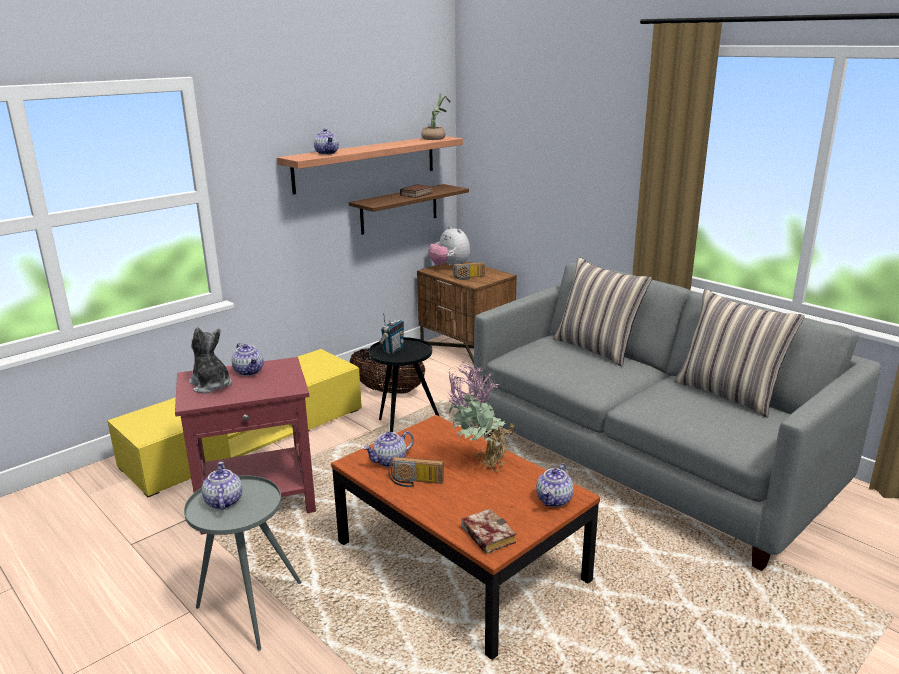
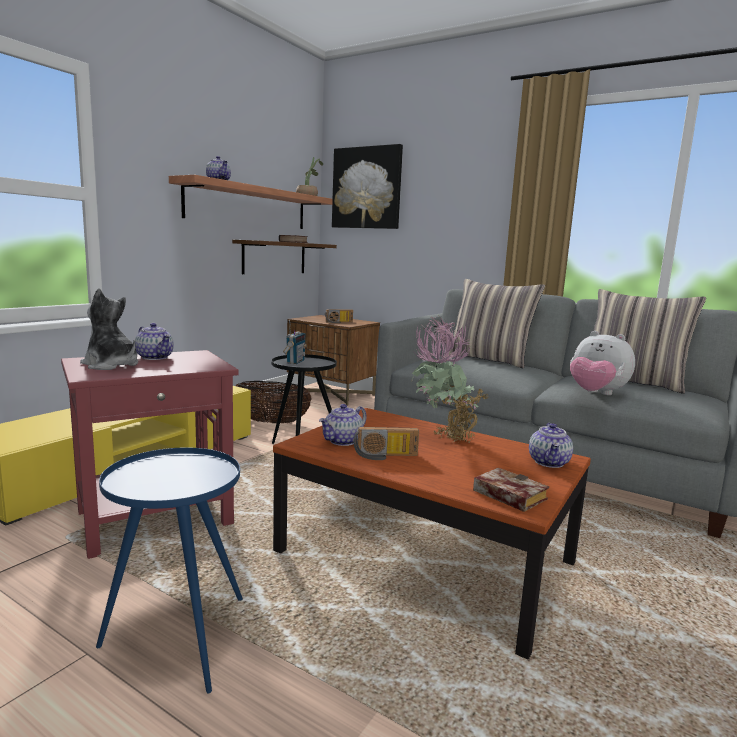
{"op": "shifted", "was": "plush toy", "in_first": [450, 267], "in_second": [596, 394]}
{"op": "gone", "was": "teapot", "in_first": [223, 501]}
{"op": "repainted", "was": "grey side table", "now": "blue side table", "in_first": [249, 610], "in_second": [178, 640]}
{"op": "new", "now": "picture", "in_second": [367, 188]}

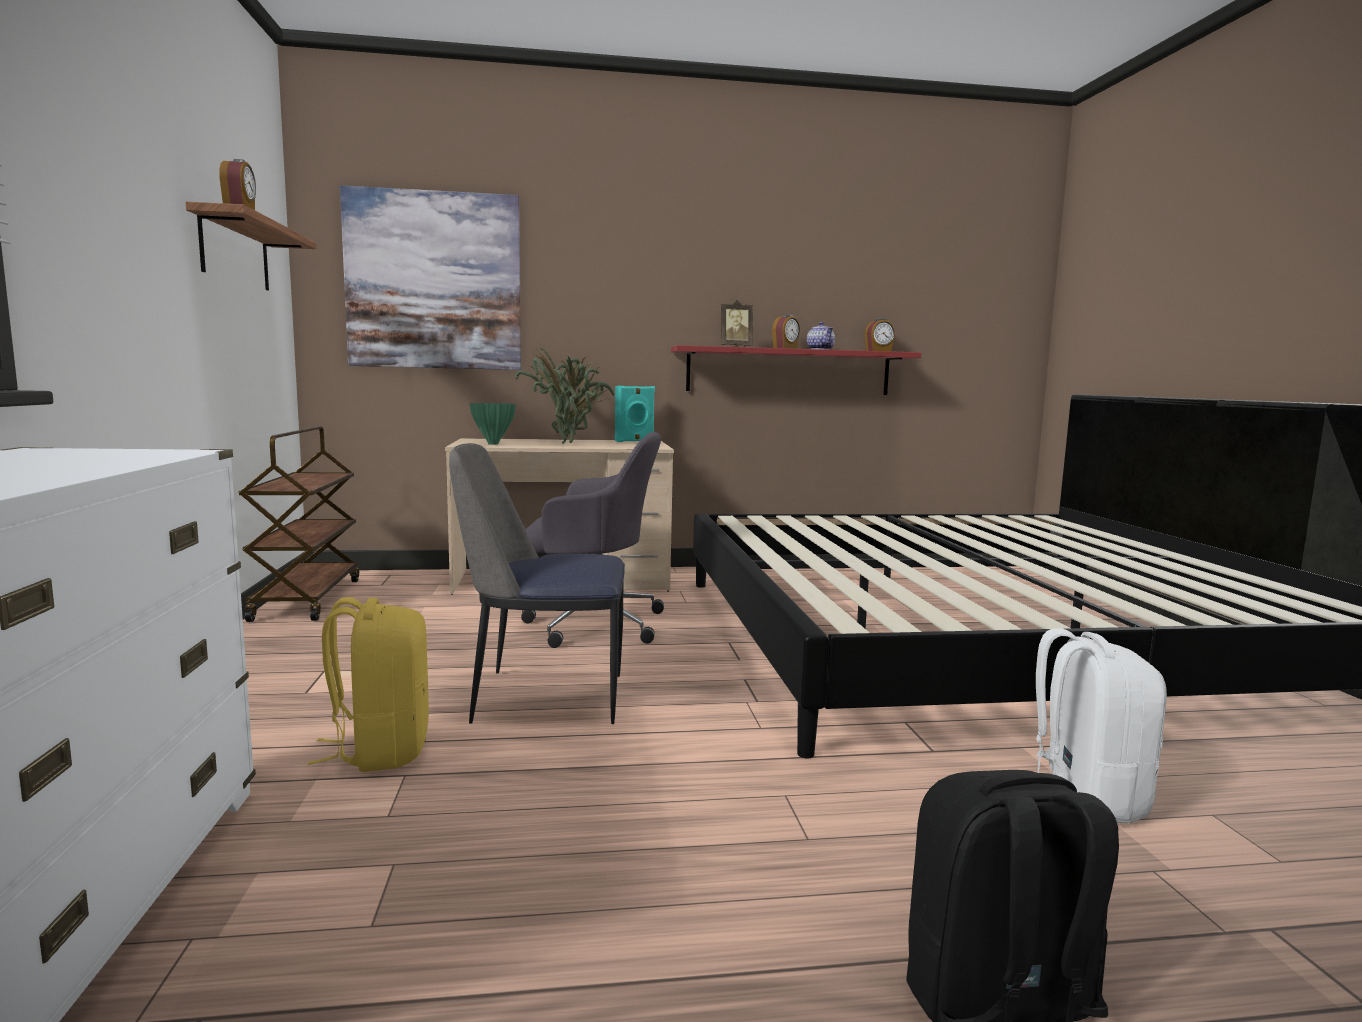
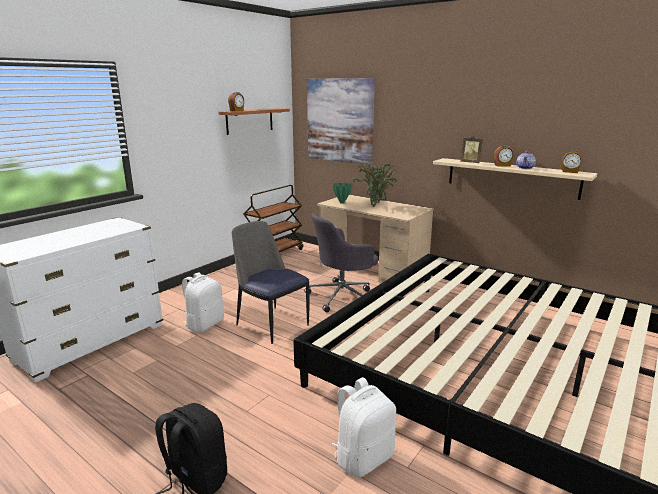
{"op": "repainted", "was": "red shelf", "now": "beige shelf", "in_first": [789, 371], "in_second": [511, 178]}
{"op": "gone", "was": "turquoise speaker", "in_first": [635, 441]}
{"op": "rotated", "was": "grey office chair", "in_first": [590, 623], "in_second": [342, 296], "clockwise": 105}
{"op": "repainted", "was": "yellow backpack", "now": "white backpack", "in_first": [380, 750], "in_second": [204, 324]}

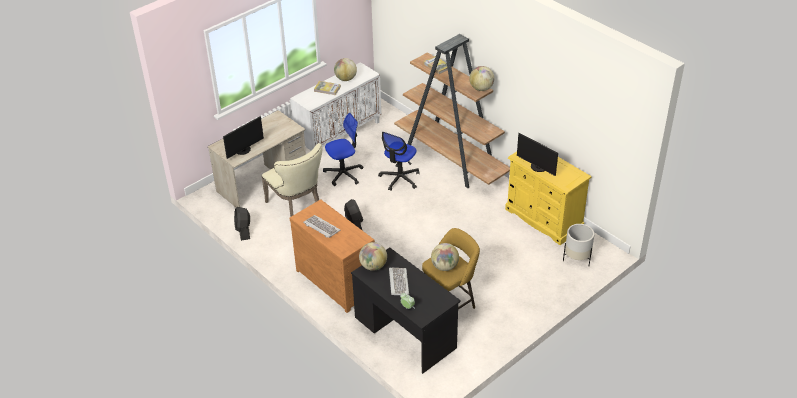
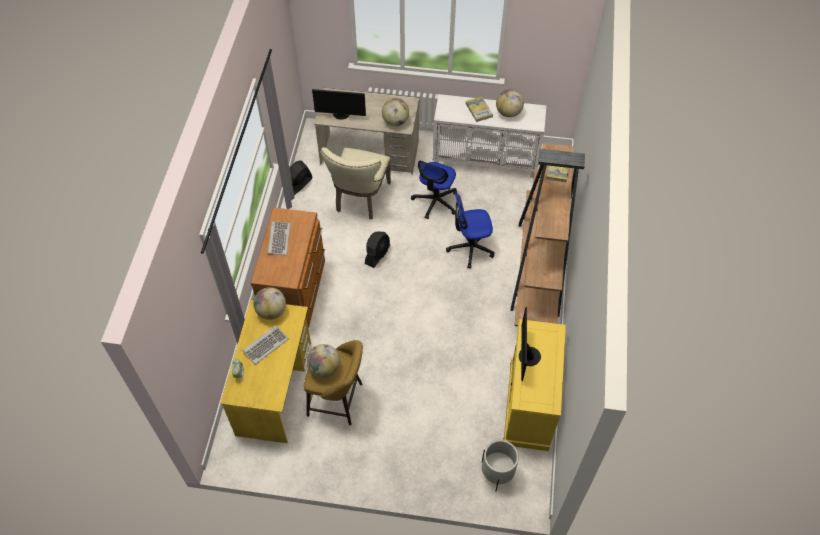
{"op": "shifted", "was": "globe", "in_first": [481, 88], "in_second": [395, 121]}
{"op": "rotated", "was": "office chair", "in_first": [343, 174], "in_second": [435, 201], "clockwise": 90}
{"op": "repainted", "was": "black desk", "now": "yellow desk", "in_first": [405, 332], "in_second": [274, 388]}

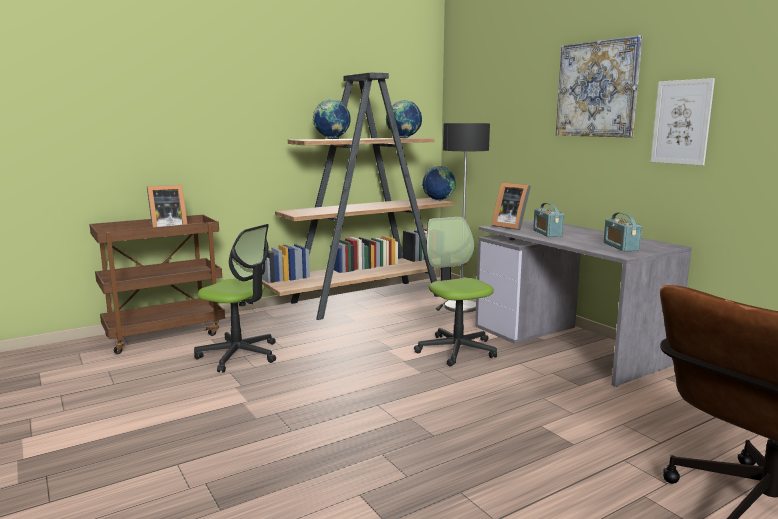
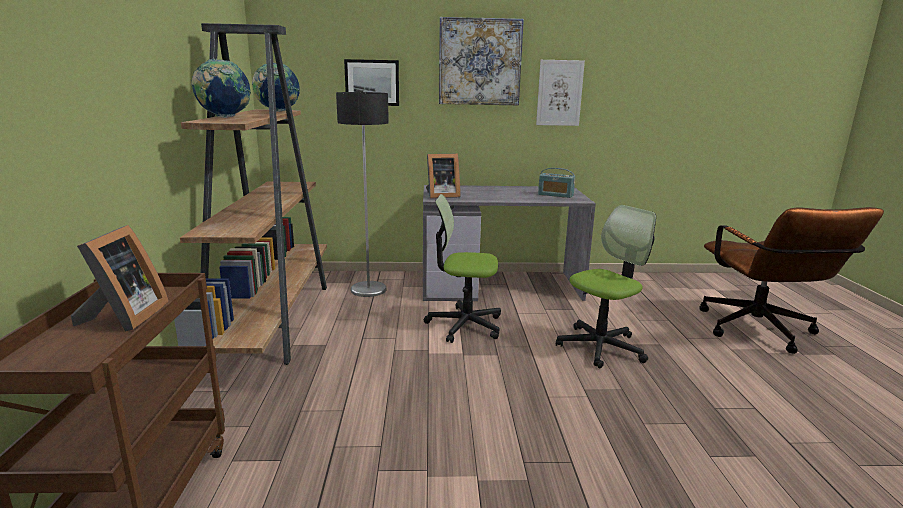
{"op": "gone", "was": "globe", "in_first": [439, 200]}
{"op": "gone", "was": "radio", "in_first": [547, 233]}
{"op": "shifted", "was": "office chair", "in_first": [239, 355], "in_second": [600, 347]}
{"op": "new", "now": "picture", "in_second": [372, 82]}

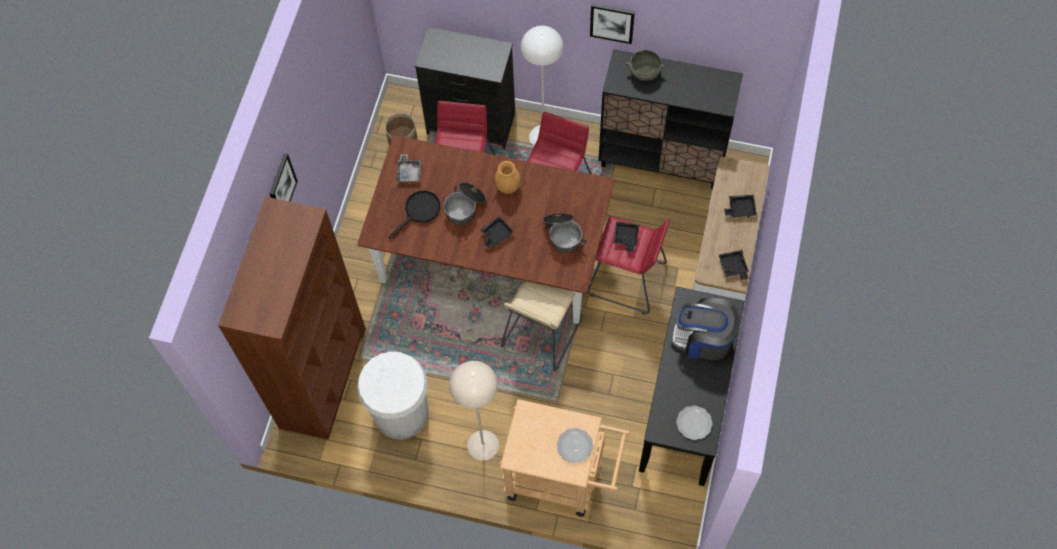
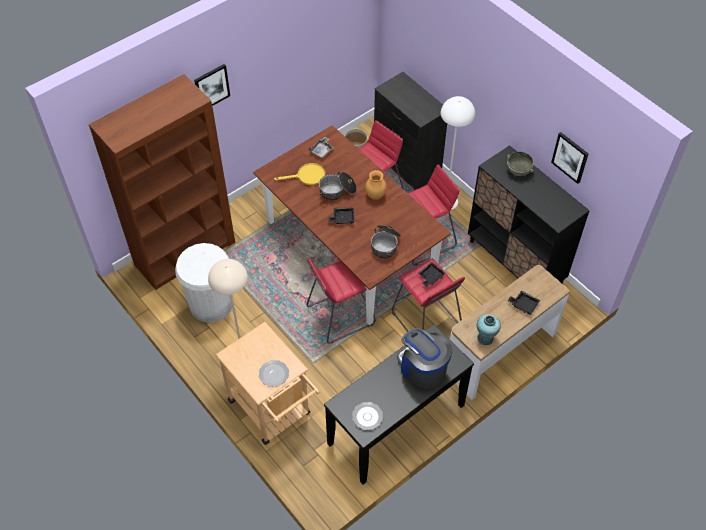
{"op": "shifted", "was": "picture", "in_first": [612, 22], "in_second": [570, 157]}
{"op": "repainted", "was": "black frying pan", "now": "yellow frying pan", "in_first": [419, 212], "in_second": [307, 176]}
{"op": "swapped", "was": "black tray", "now": "turquoise vase", "in_first": [733, 267], "in_second": [485, 338]}
{"op": "repainted", "was": "beige stool", "now": "red stool", "in_first": [541, 333], "in_second": [340, 315]}

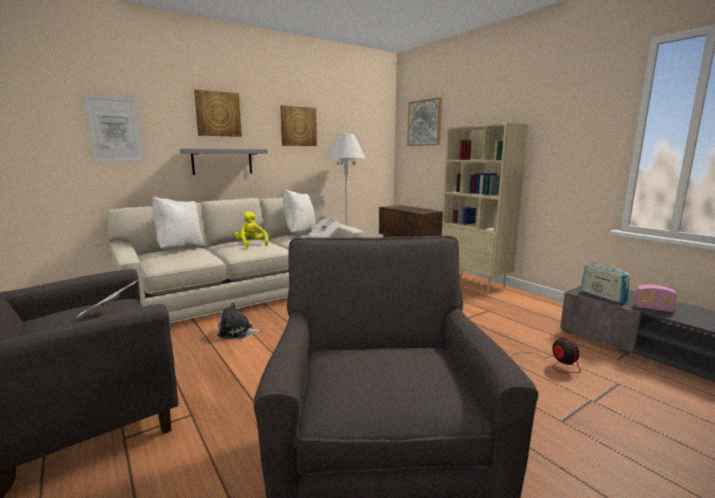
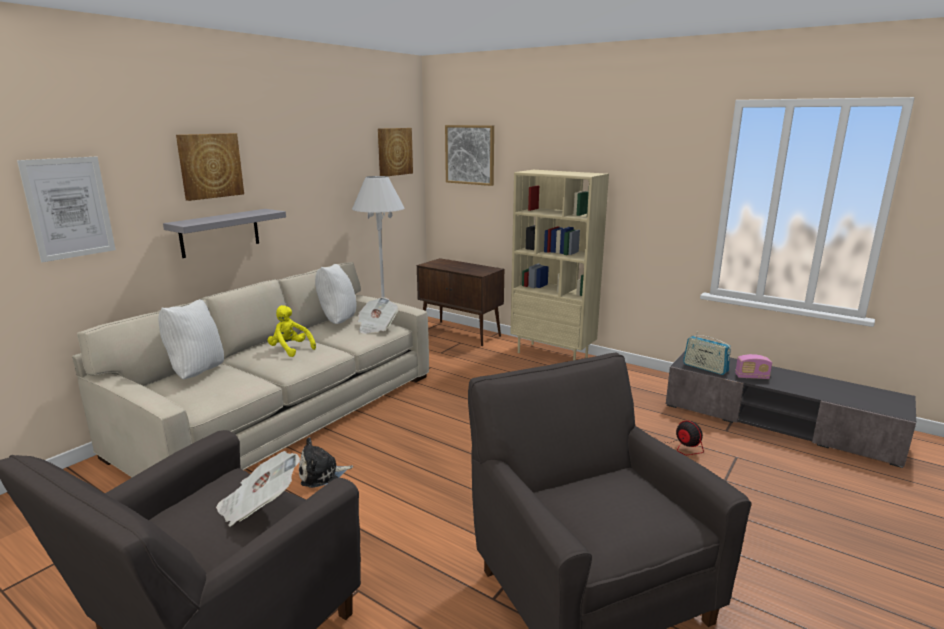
{"op": "shifted", "was": "picture", "in_first": [298, 126], "in_second": [394, 151]}

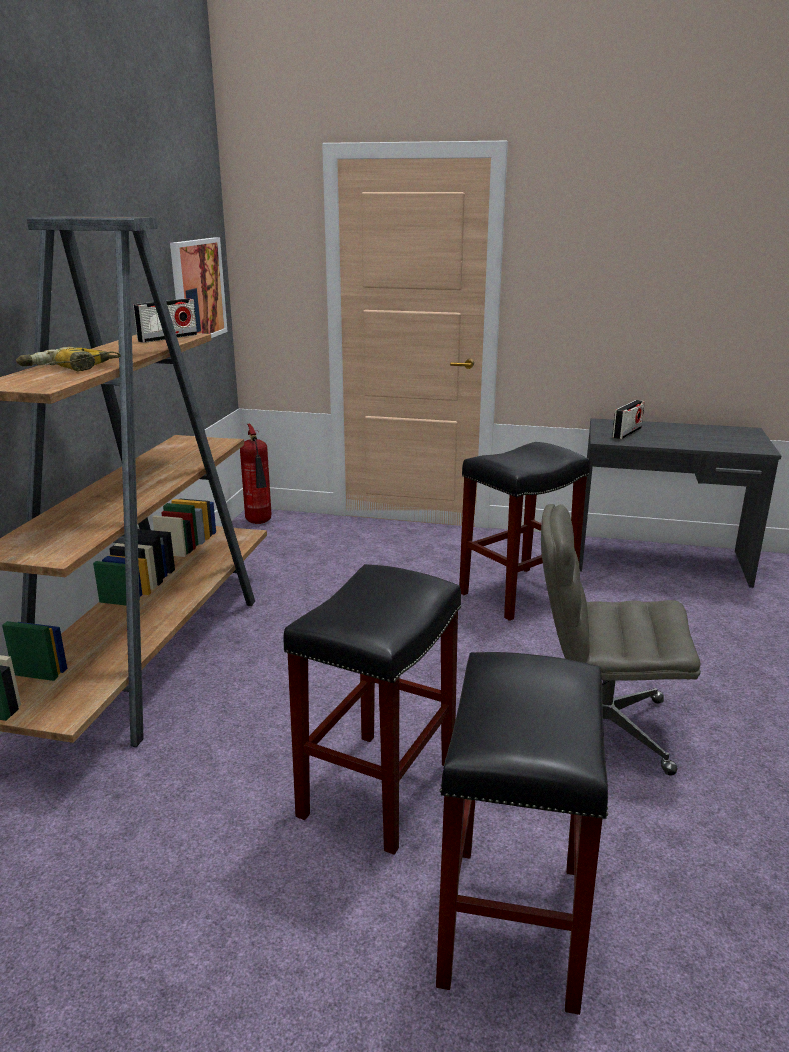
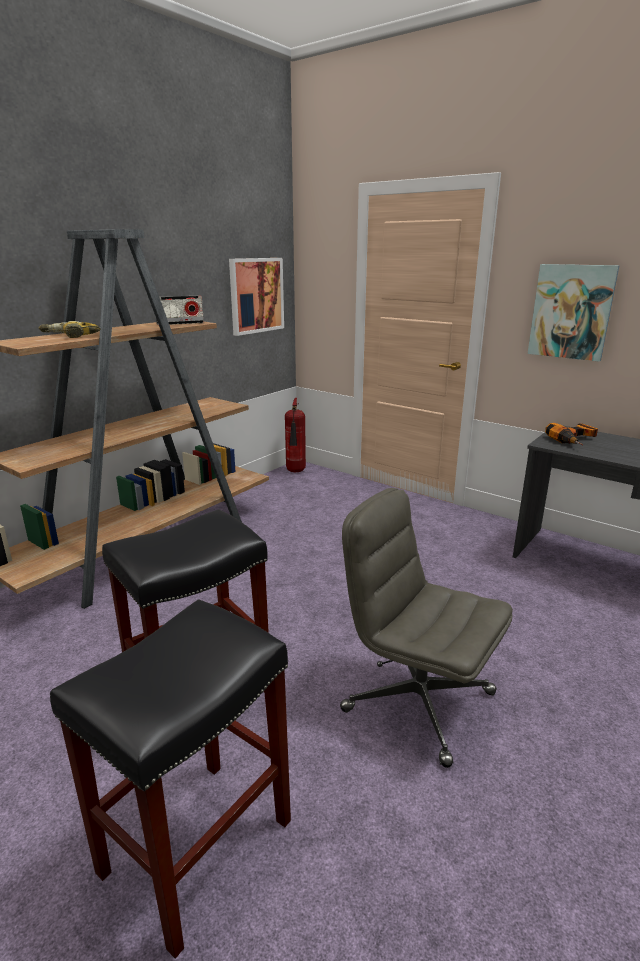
{"op": "swapped", "was": "radio", "now": "power drill", "in_first": [627, 433], "in_second": [574, 440]}
{"op": "gone", "was": "black stool", "in_first": [518, 592]}
{"op": "new", "now": "picture", "in_second": [571, 312]}

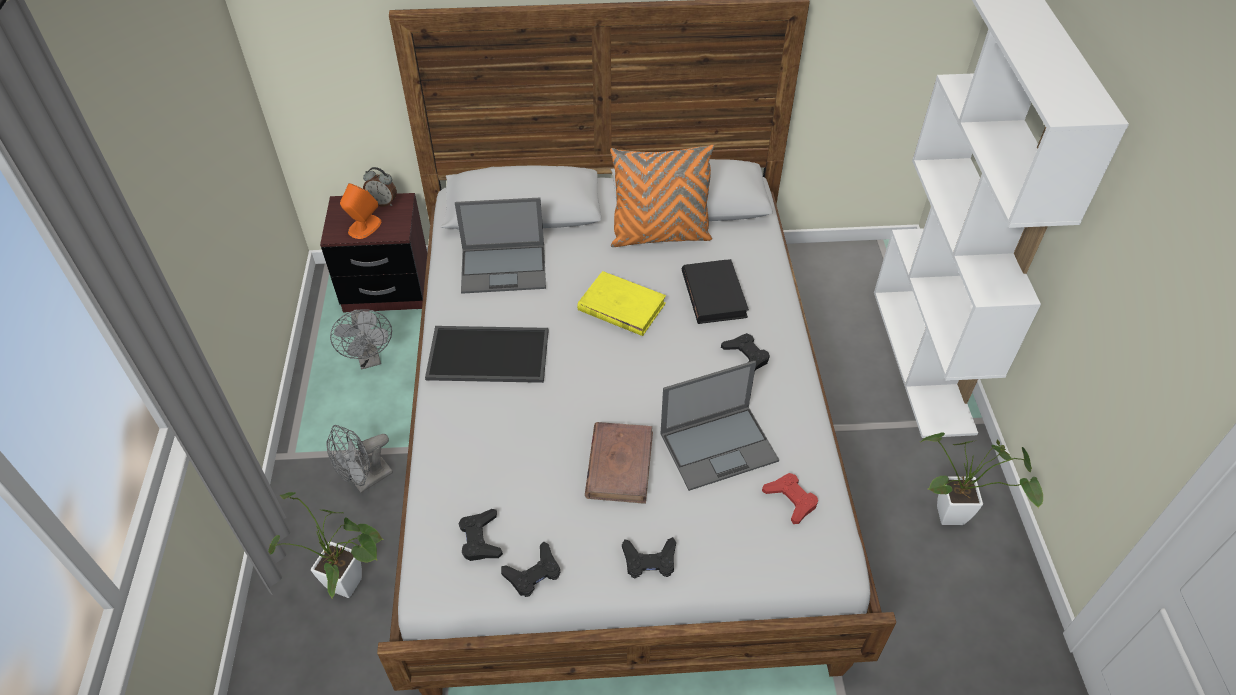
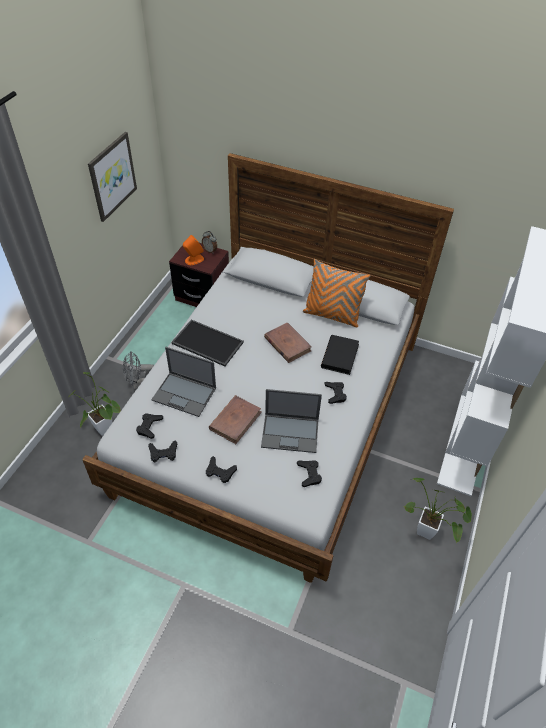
{"op": "shifted", "was": "laptop", "in_first": [505, 268], "in_second": [185, 394]}
{"op": "repainted", "was": "yellow book", "now": "brown book", "in_first": [621, 307], "in_second": [287, 344]}
{"op": "gone", "was": "grey fan", "in_first": [370, 359]}
{"op": "repainted", "was": "red game controller", "now": "black game controller", "in_first": [790, 500], "in_second": [309, 474]}
{"op": "new", "now": "picture", "in_second": [112, 176]}

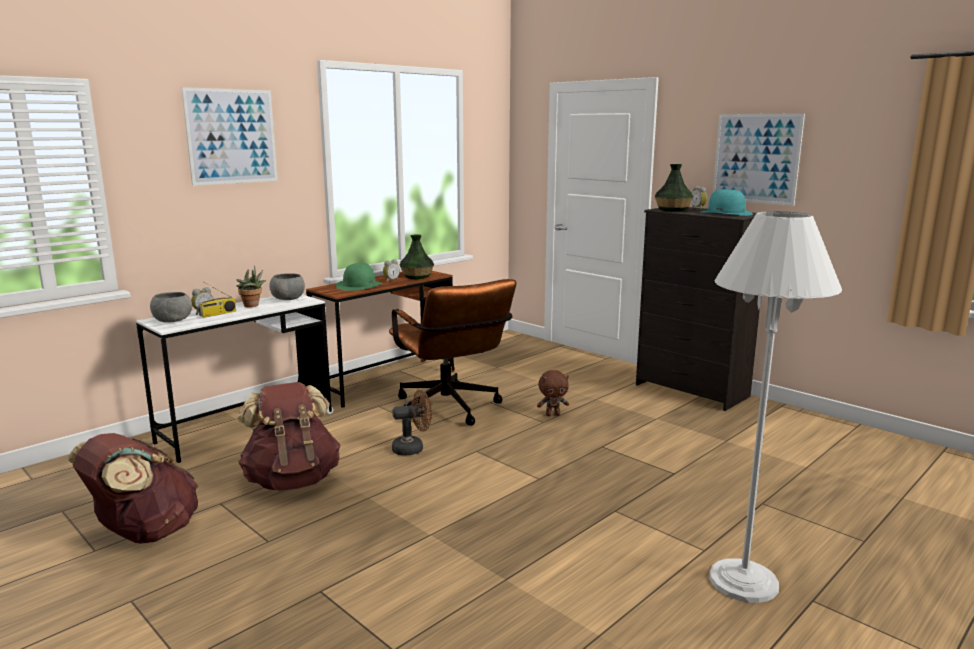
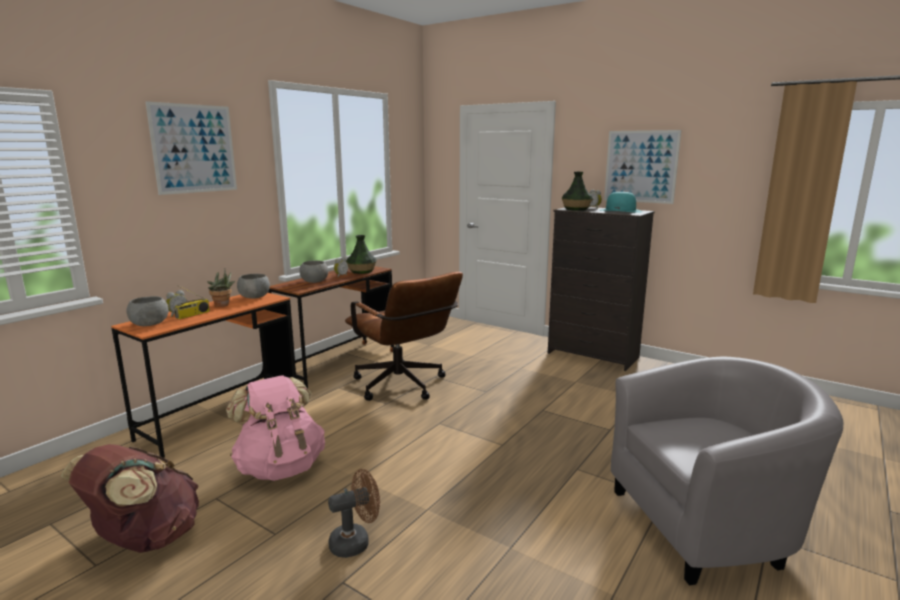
{"op": "swapped", "was": "white floor lamp", "now": "grey armchair", "in_first": [743, 581], "in_second": [707, 525]}
{"op": "swapped", "was": "green hat", "now": "grey bowl", "in_first": [359, 285], "in_second": [314, 281]}
{"op": "repainted", "was": "white desk", "now": "orange desk", "in_first": [247, 427], "in_second": [221, 417]}
{"op": "gone", "was": "brown plush toy", "in_first": [552, 415]}
{"op": "repainted", "was": "brown backpack", "now": "pink backpack", "in_first": [292, 480], "in_second": [280, 467]}
{"op": "shifted", "was": "brown fan", "in_first": [413, 448], "in_second": [356, 542]}

